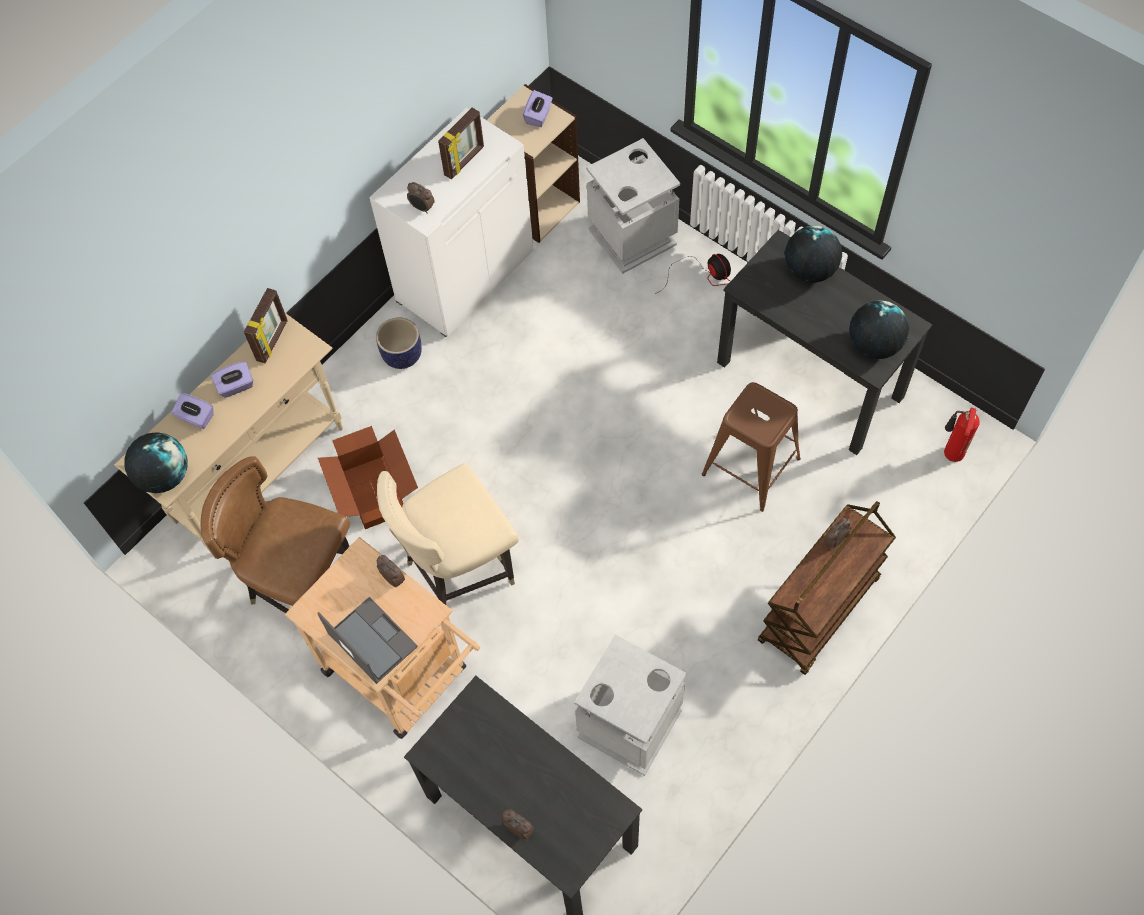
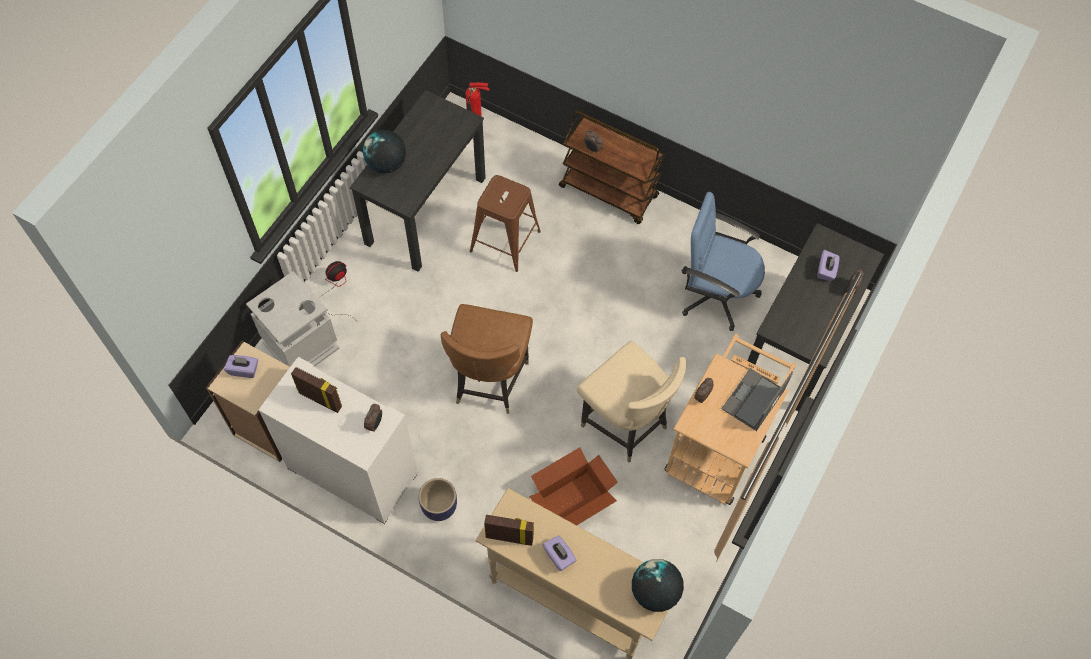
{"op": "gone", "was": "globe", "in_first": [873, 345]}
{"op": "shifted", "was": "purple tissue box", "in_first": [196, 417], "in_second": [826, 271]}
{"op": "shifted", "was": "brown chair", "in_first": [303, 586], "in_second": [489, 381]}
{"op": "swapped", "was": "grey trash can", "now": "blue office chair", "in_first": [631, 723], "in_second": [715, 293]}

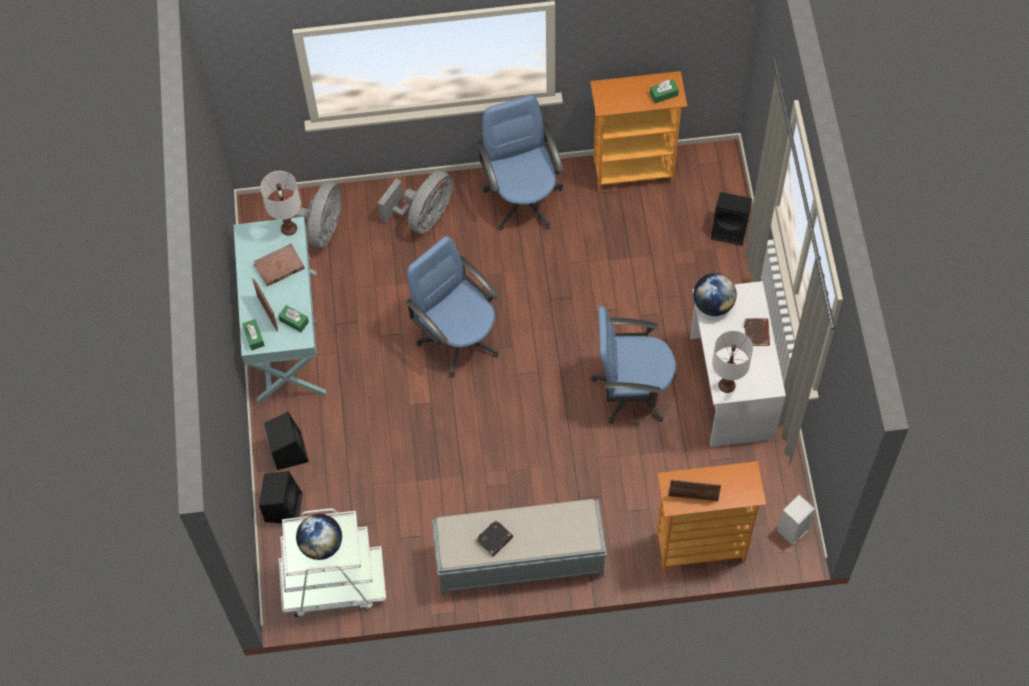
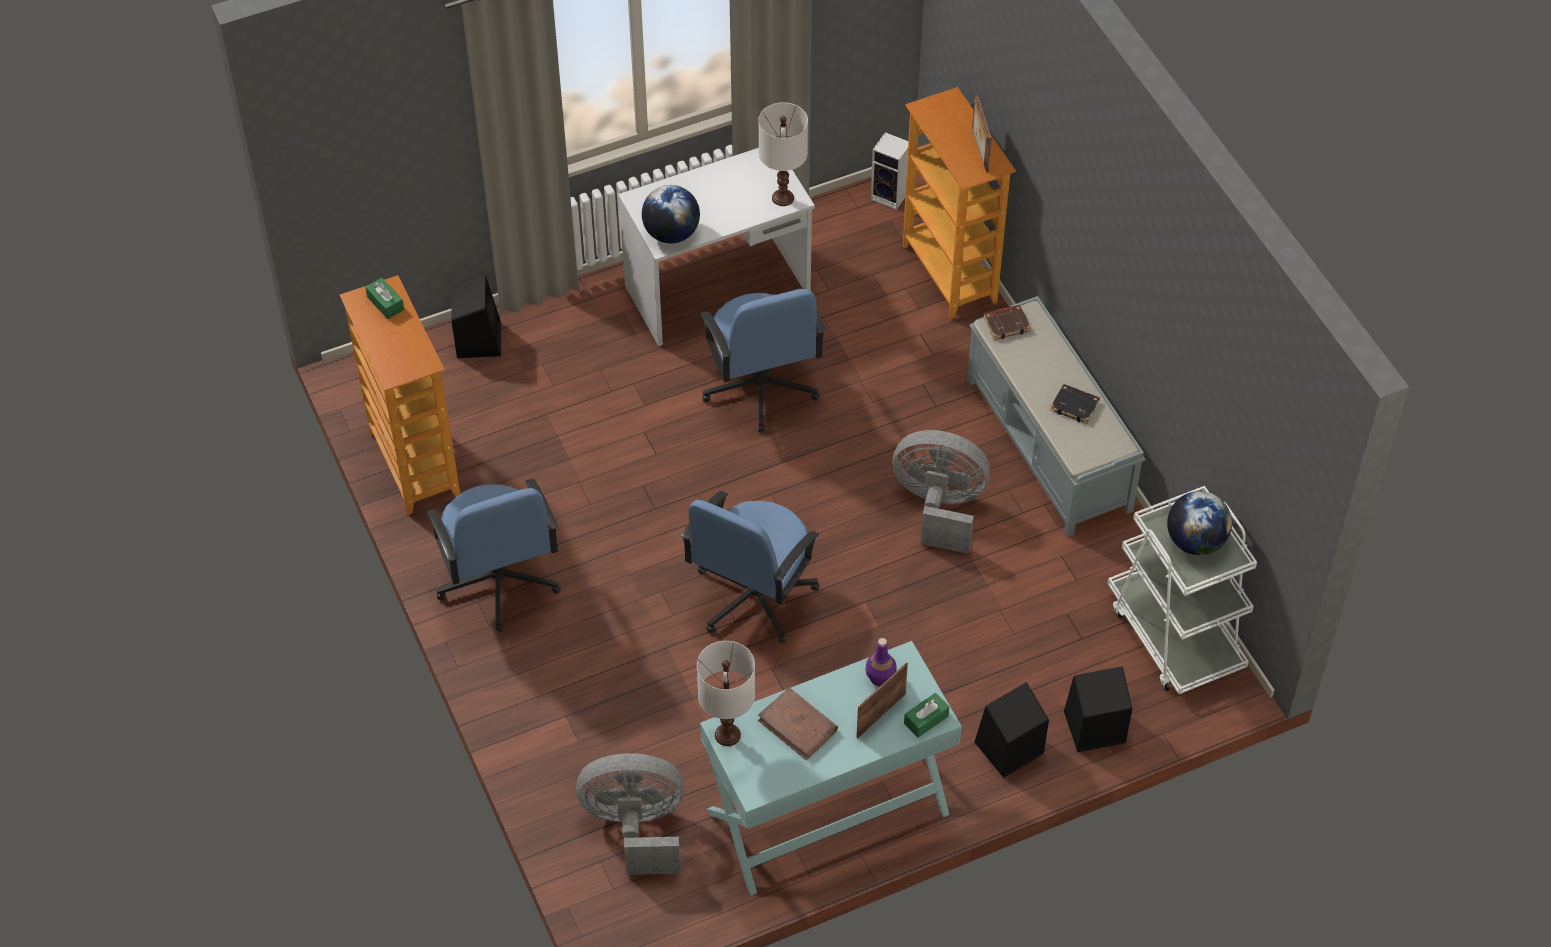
{"op": "rotated", "was": "blue office chair", "in_first": [523, 199], "in_second": [498, 581], "clockwise": -75}
{"op": "shifted", "was": "grey fan", "in_first": [423, 217], "in_second": [939, 507]}
{"op": "swapped", "was": "green tissue box", "now": "purple bottle", "in_first": [294, 321], "in_second": [880, 678]}
{"op": "shifted", "was": "brown book", "in_first": [757, 334], "in_second": [1006, 324]}

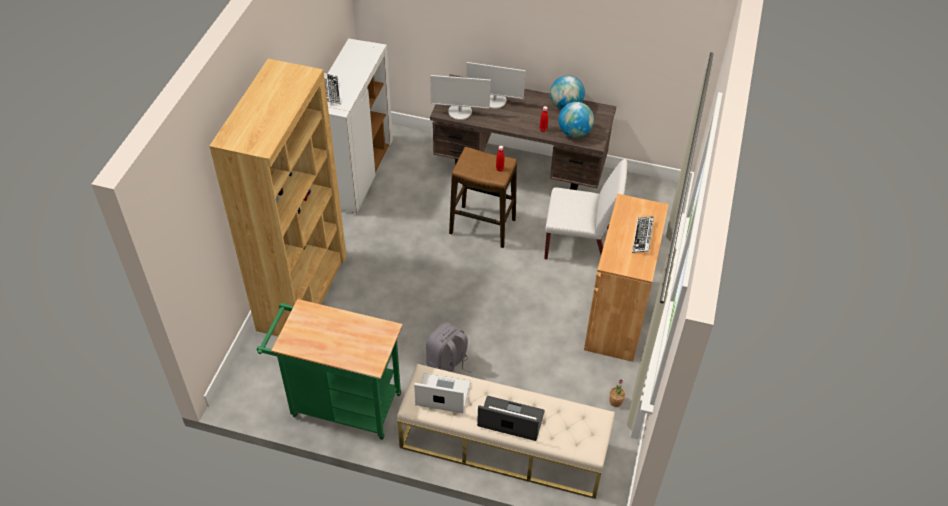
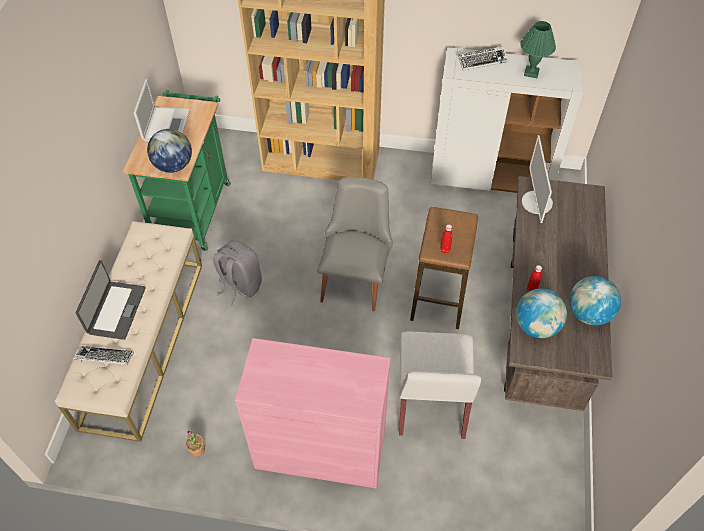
{"op": "gone", "was": "monitor", "in_first": [494, 101]}
{"op": "repainted", "was": "brown cabinet", "now": "pink cabinet", "in_first": [617, 317], "in_second": [320, 449]}
{"op": "shifted", "was": "keyboard", "in_first": [642, 237], "in_second": [104, 357]}
{"op": "shifted", "was": "laptop", "in_first": [442, 394], "in_second": [166, 124]}
{"op": "new", "now": "green table lamp", "in_second": [531, 72]}
{"op": "new", "now": "globe", "in_second": [173, 165]}
{"op": "new", "now": "grey chair", "in_second": [356, 277]}

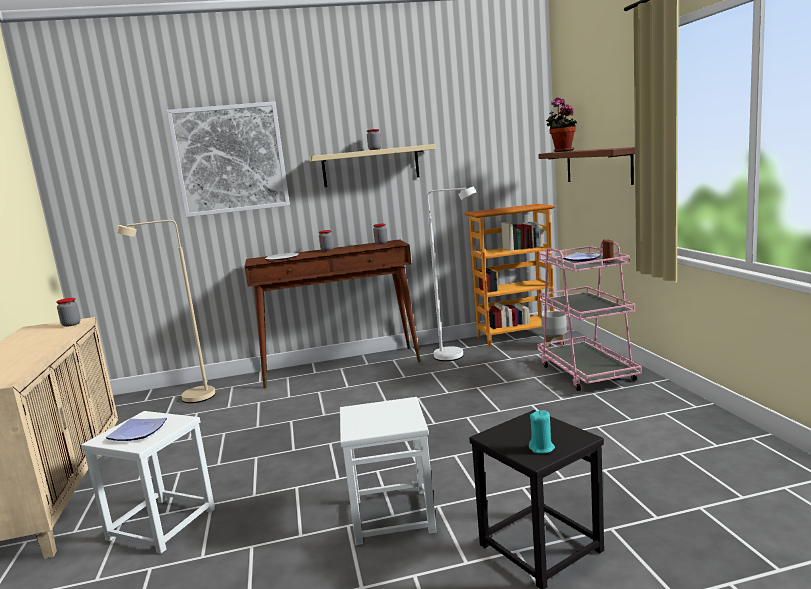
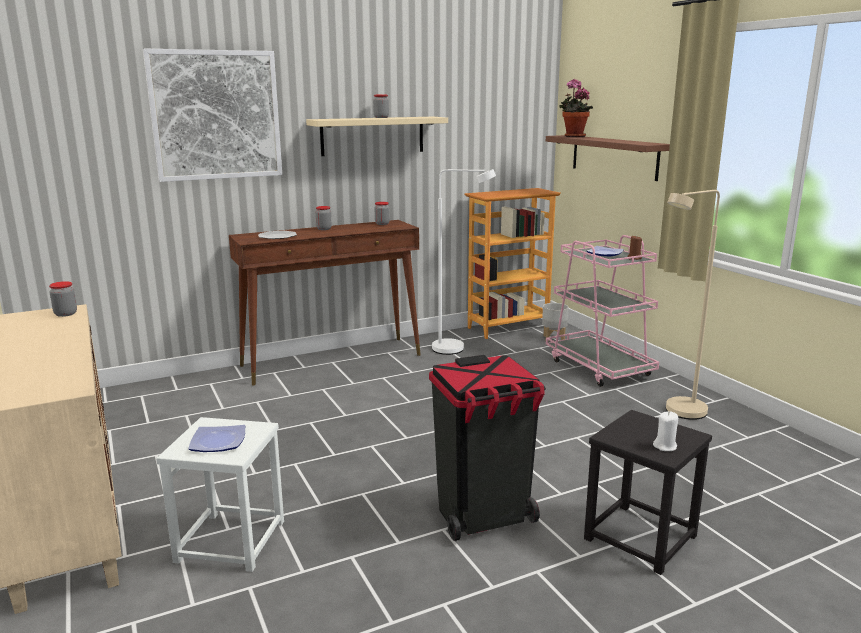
{"op": "shifted", "was": "beige floor lamp", "in_first": [189, 398], "in_second": [678, 413]}
{"op": "swapped", "was": "white stool", "now": "black trash can", "in_first": [392, 515], "in_second": [483, 516]}
{"op": "repainted", "was": "turquoise candle", "now": "white candle", "in_first": [542, 448], "in_second": [665, 446]}

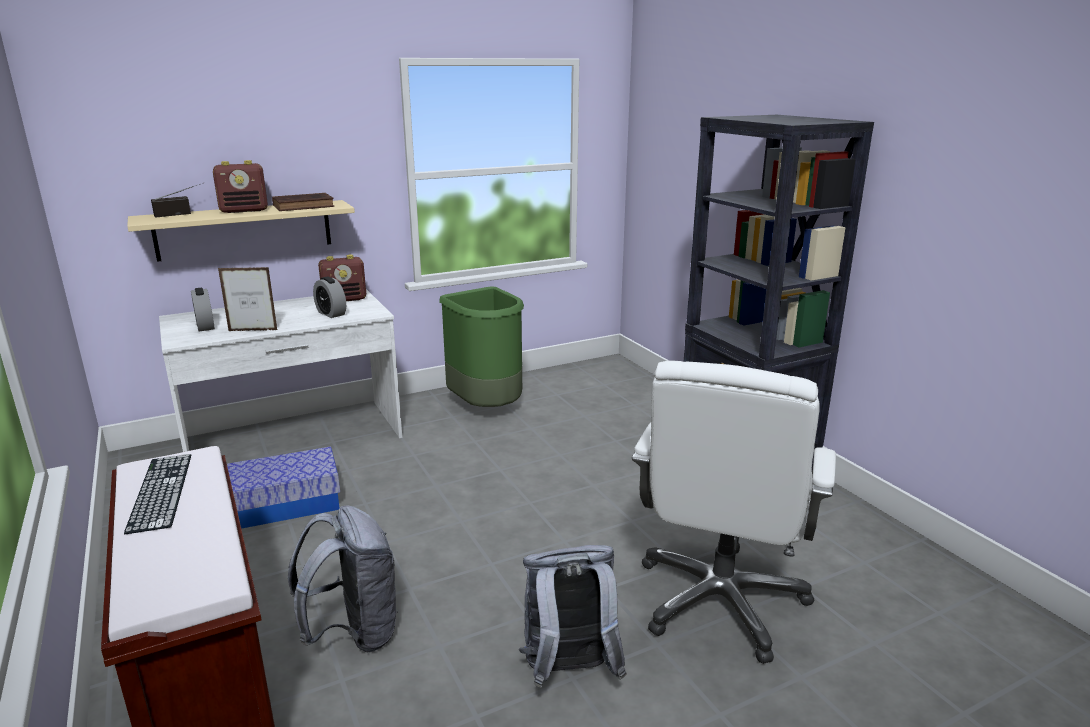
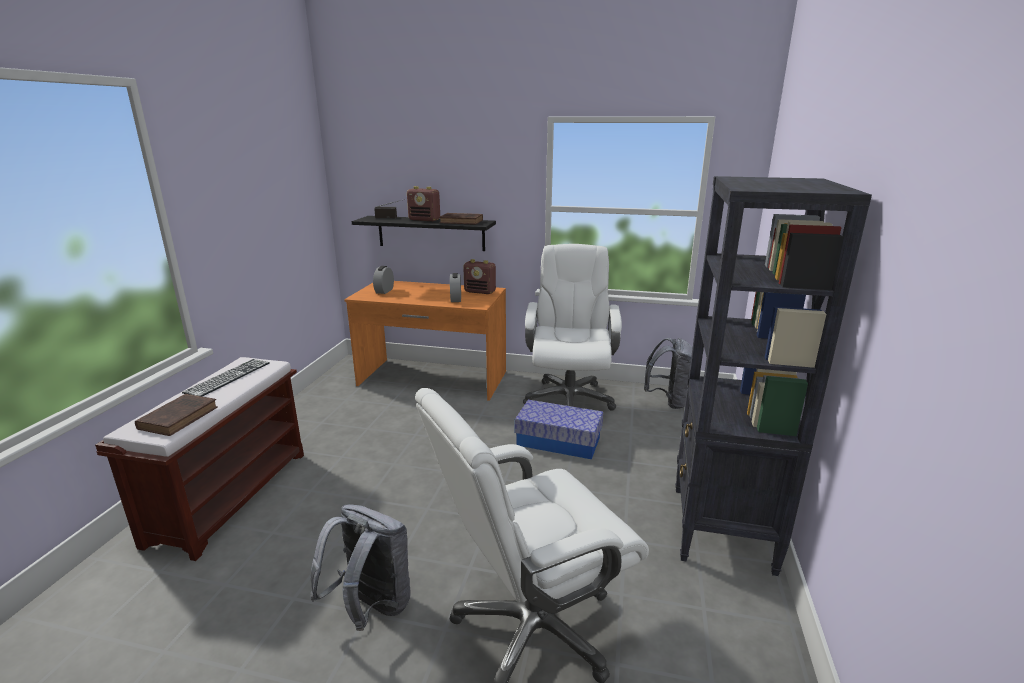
{"op": "repainted", "was": "beige shelf", "now": "black shelf", "in_first": [244, 230], "in_second": [431, 233]}
{"op": "gone", "was": "picture frame", "in_first": [253, 330]}
{"op": "swapped", "was": "green trash can", "now": "white office chair", "in_first": [487, 407], "in_second": [569, 399]}
{"op": "repainted", "was": "white desk", "now": "orange desk", "in_first": [293, 439], "in_second": [432, 379]}
{"op": "shifted", "was": "storage box", "in_first": [283, 505], "in_second": [558, 441]}
{"op": "shifted", "was": "grey backpack", "in_first": [354, 633], "in_second": [669, 401]}
{"op": "new", "now": "brown book", "in_second": [180, 417]}

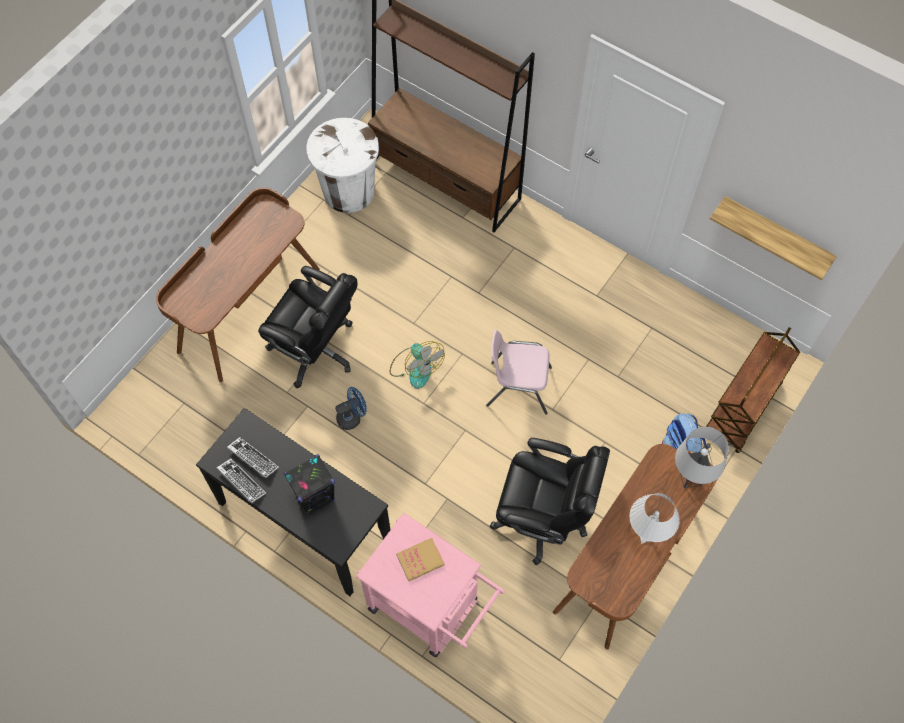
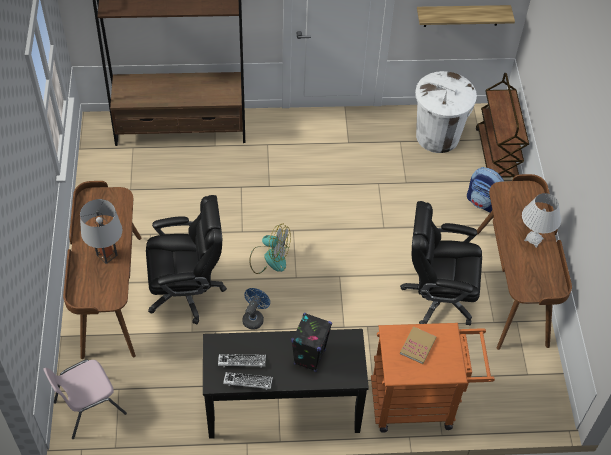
{"op": "shifted", "was": "white trash can", "in_first": [348, 191], "in_second": [437, 136]}
{"op": "shifted", "was": "pink chair", "in_first": [517, 386], "in_second": [88, 407]}
{"op": "shifted", "was": "grey table lamp", "in_first": [690, 478], "in_second": [106, 255]}
{"op": "rotated", "was": "black office chair", "in_first": [542, 517], "in_second": [438, 296], "clockwise": -150}
{"op": "repainted", "was": "pink cart", "now": "orange cart", "in_first": [431, 609], "in_second": [420, 402]}

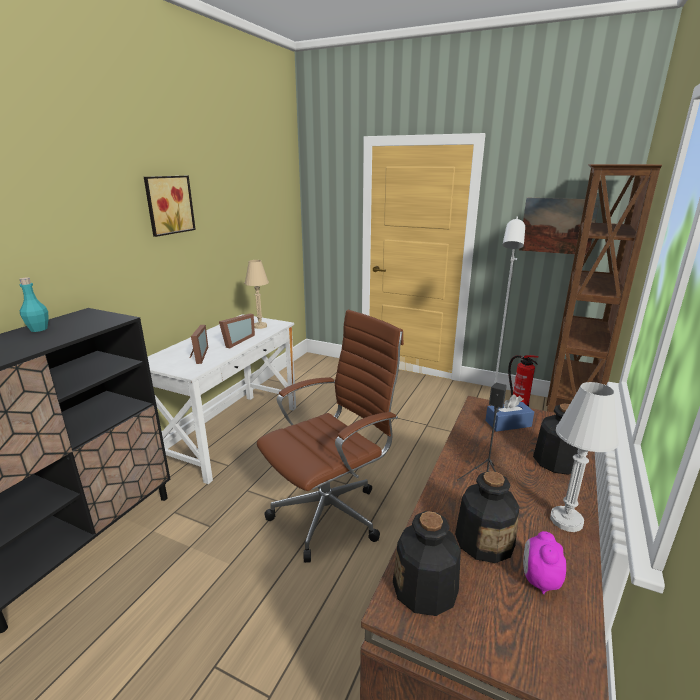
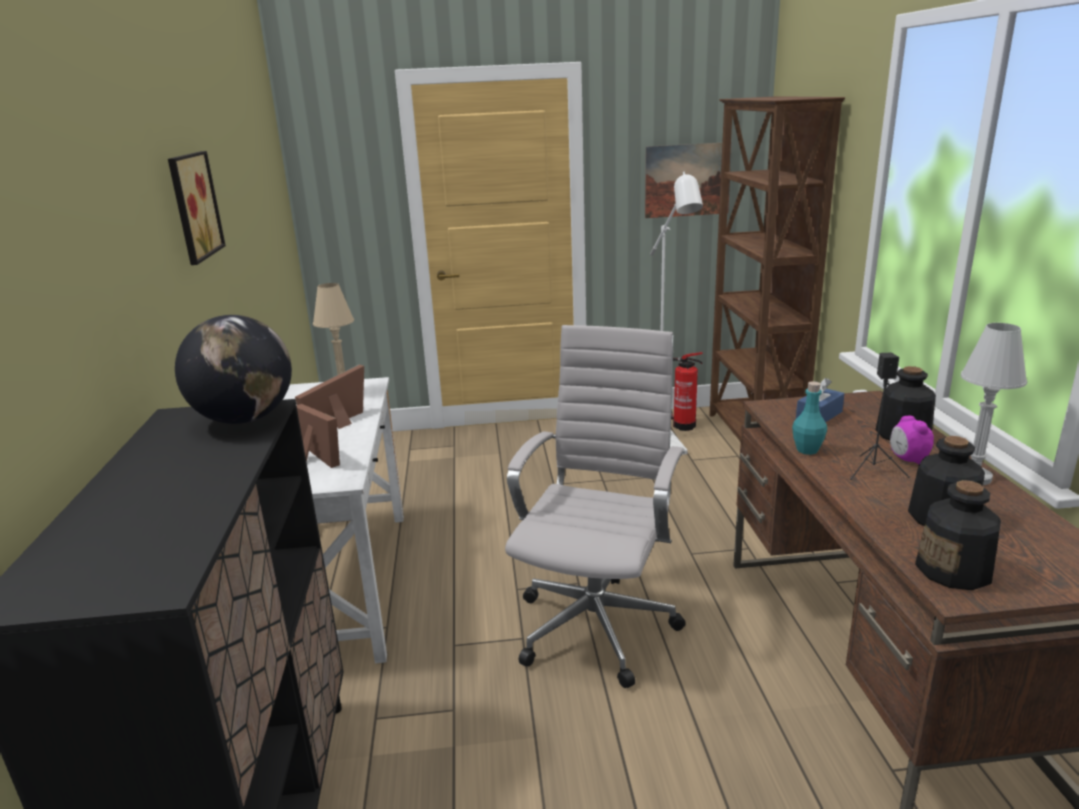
{"op": "shifted", "was": "turquoise bottle", "in_first": [38, 329], "in_second": [807, 450]}
{"op": "repainted", "was": "brown office chair", "now": "white office chair", "in_first": [331, 513], "in_second": [598, 623]}
{"op": "rotated", "was": "picture frame", "in_first": [236, 341], "in_second": [341, 422], "clockwise": -135}
{"op": "shifted", "was": "alarm clock", "in_first": [539, 580], "in_second": [907, 459]}
{"op": "new", "now": "globe", "in_second": [245, 419]}

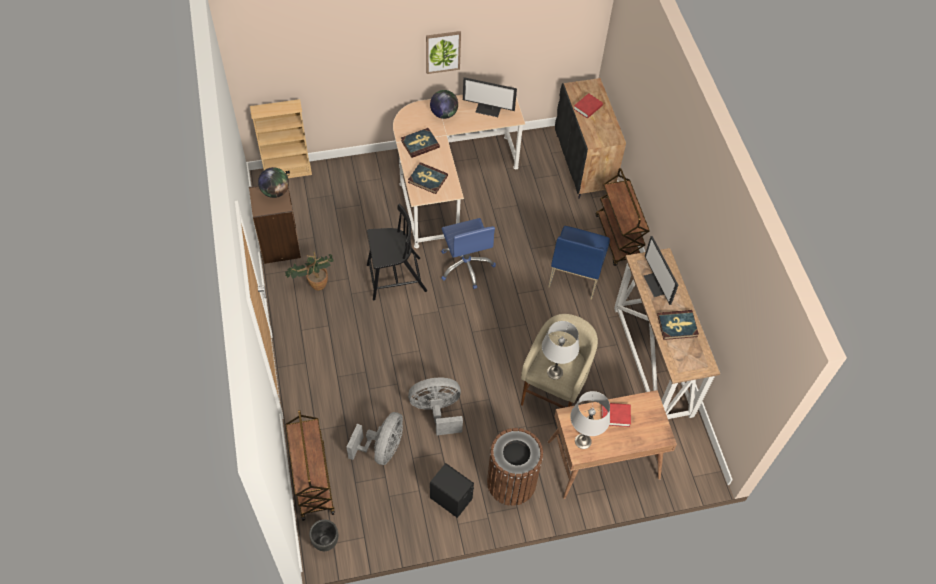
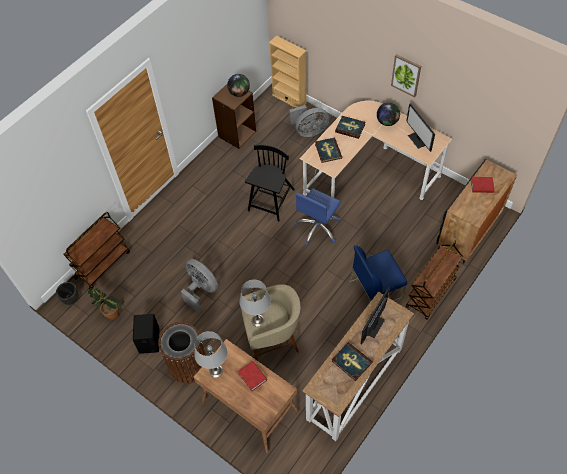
{"op": "rotated", "was": "black chair", "in_first": [395, 278], "in_second": [271, 201], "clockwise": -105}
{"op": "shifted", "was": "potted plant", "in_first": [314, 284], "in_second": [111, 312]}
{"op": "shifted", "was": "grey fan", "in_first": [382, 449], "in_second": [309, 131]}

